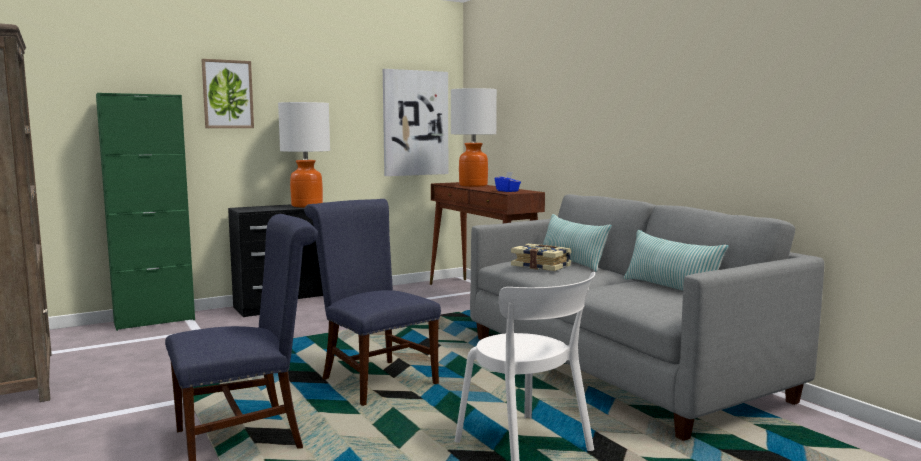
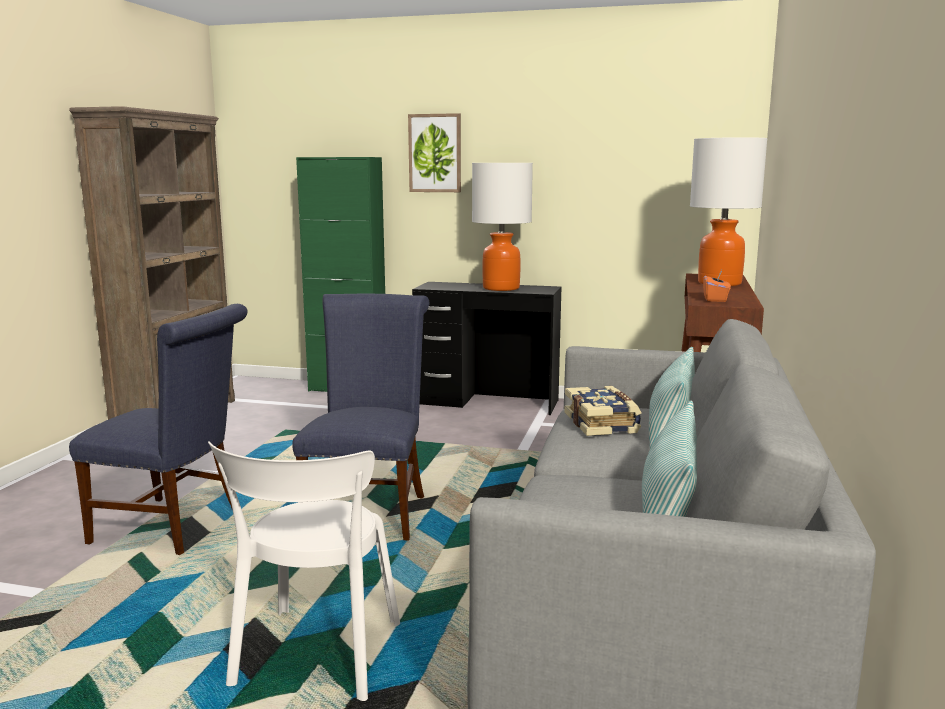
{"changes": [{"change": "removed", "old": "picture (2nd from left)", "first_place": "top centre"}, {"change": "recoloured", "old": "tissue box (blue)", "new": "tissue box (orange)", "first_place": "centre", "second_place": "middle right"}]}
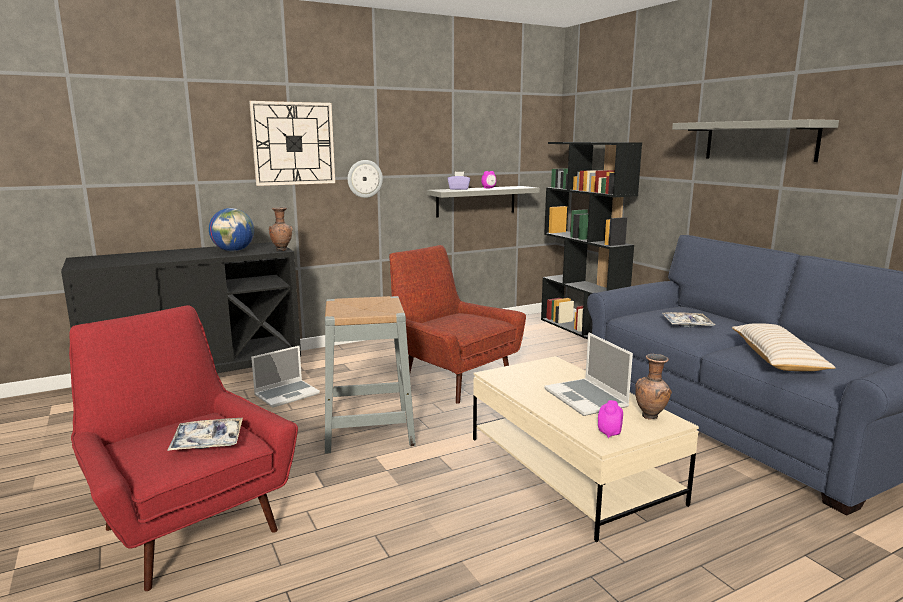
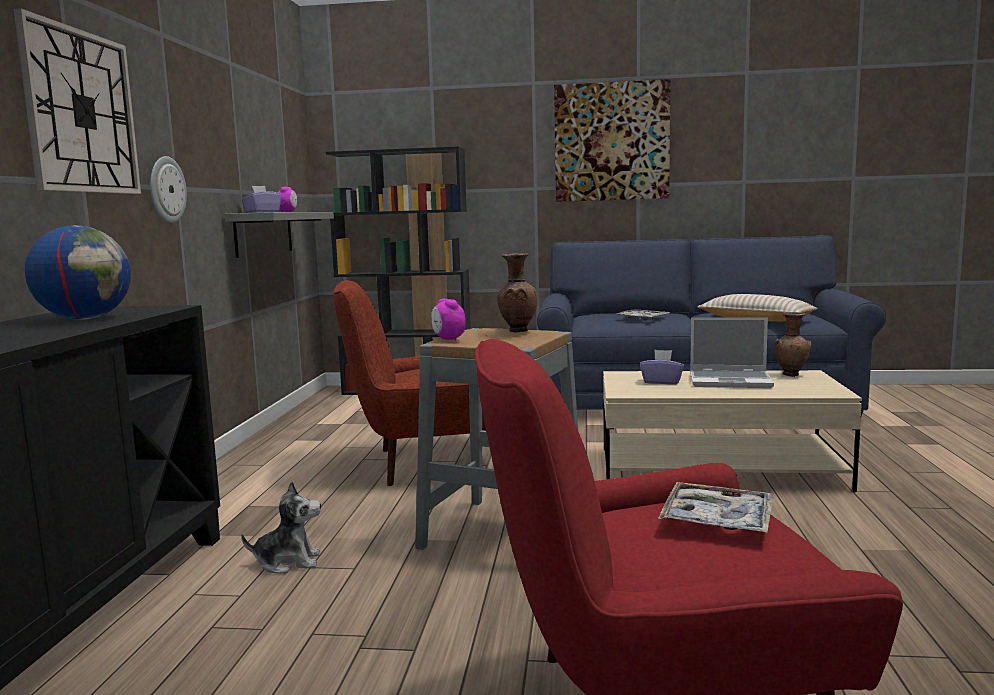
{"changes": [{"change": "replaced", "old": "shelf (grey) (2nd from left)", "new": "picture", "first_place": "top right", "second_place": "top centre"}, {"change": "moved", "old": "vase (brown) (1st from left)", "first_place": "middle left", "second_place": "centre"}, {"change": "replaced", "old": "laptop (1st from left)", "new": "plush toy", "first_place": "middle left", "second_place": "bottom left"}, {"change": "moved", "old": "alarm clock (2nd from left)", "first_place": "bottom right", "second_place": "centre"}, {"change": "added", "new": "tissue box (purple) (2nd from left)", "second_place": "centre"}]}
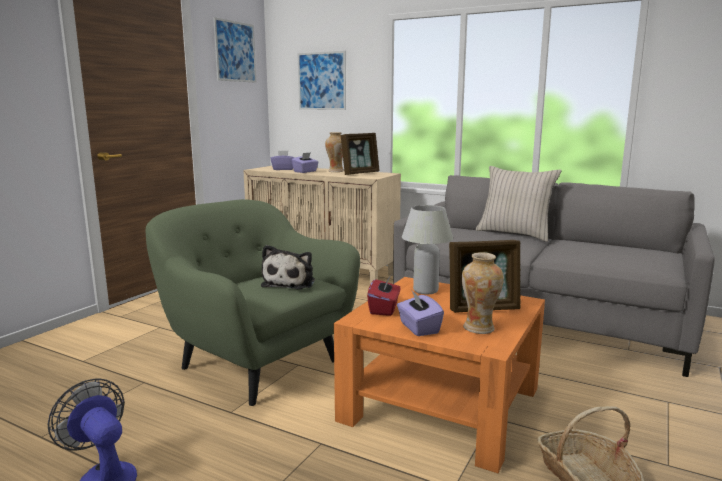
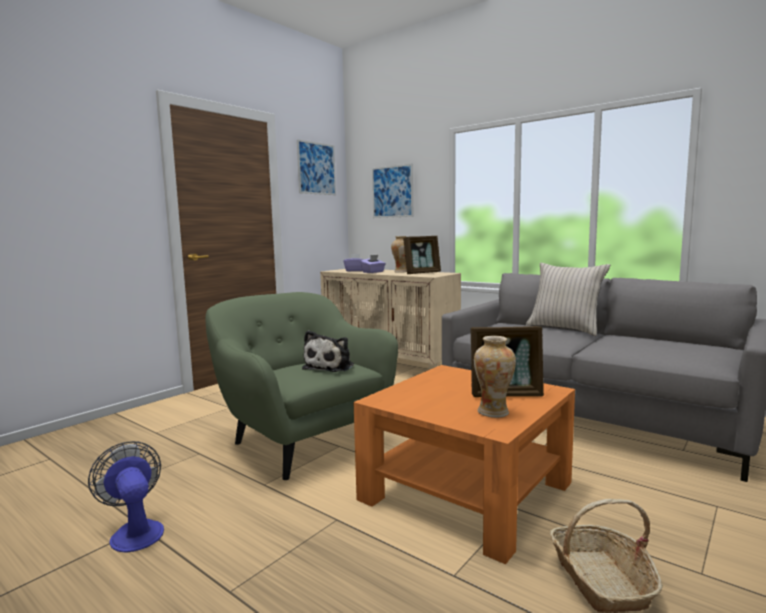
{"changes": [{"change": "removed", "old": "table lamp (white)", "first_place": "centre"}, {"change": "removed", "old": "tissue box (red)", "first_place": "centre"}, {"change": "removed", "old": "tissue box (purple) (3rd from left)", "first_place": "centre"}]}
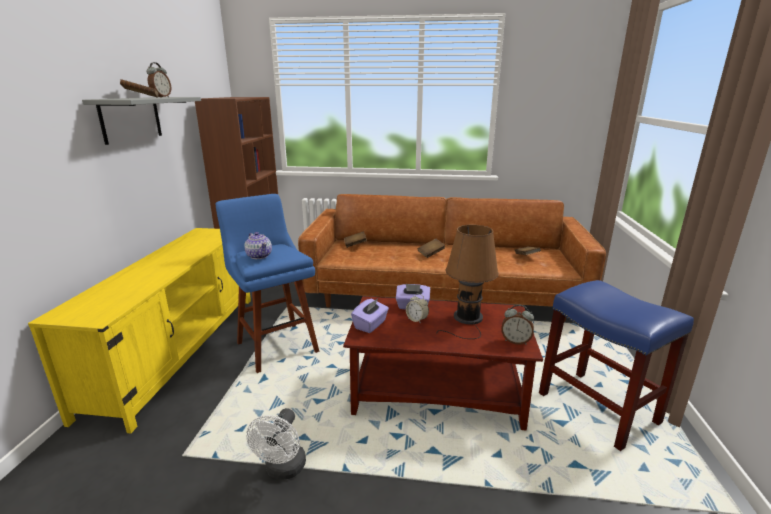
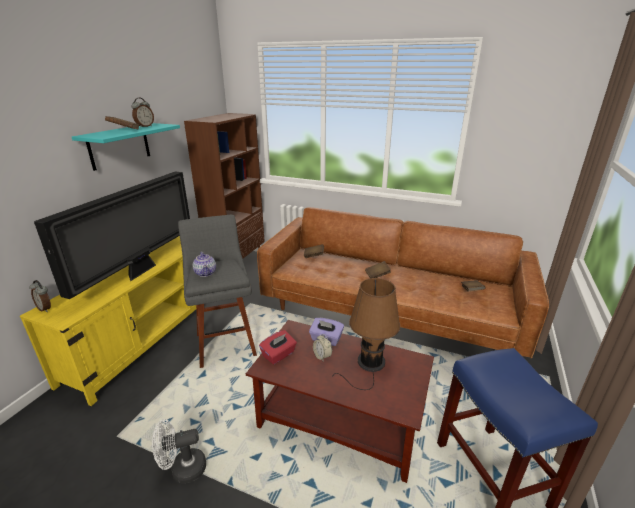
{"changes": [{"change": "recoloured", "old": "shelf (grey)", "new": "shelf (turquoise)", "first_place": "top left", "second_place": "top left"}, {"change": "recoloured", "old": "stool (blue) (1st from left)", "new": "stool (grey)", "first_place": "centre", "second_place": "centre"}, {"change": "recoloured", "old": "tissue box (purple) (1st from left)", "new": "tissue box (red)", "first_place": "centre", "second_place": "bottom centre"}, {"change": "moved", "old": "alarm clock (3rd from left in the first image)", "new": "alarm clock (1st from left)", "first_place": "middle right", "second_place": "middle left"}, {"change": "turned", "old": "fan (white)", "first_place": "bottom centre", "second_place": "bottom left", "degrees": 45}, {"change": "added", "new": "television", "second_place": "middle left"}]}
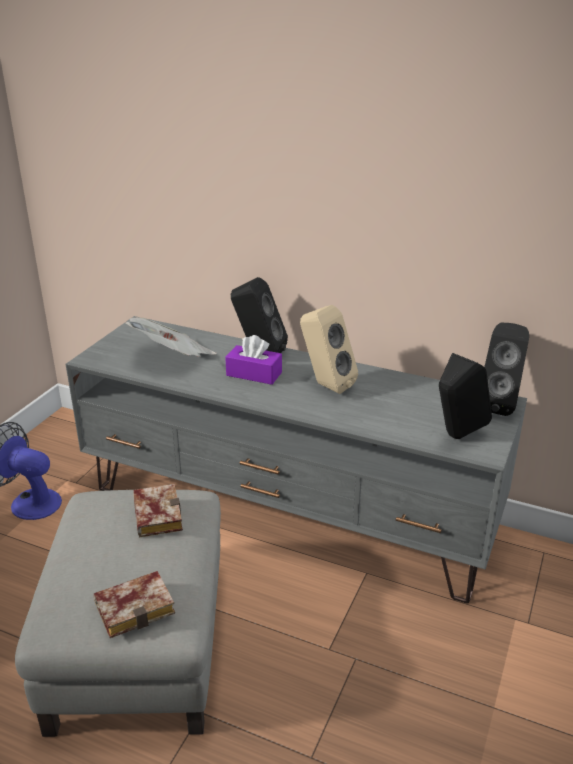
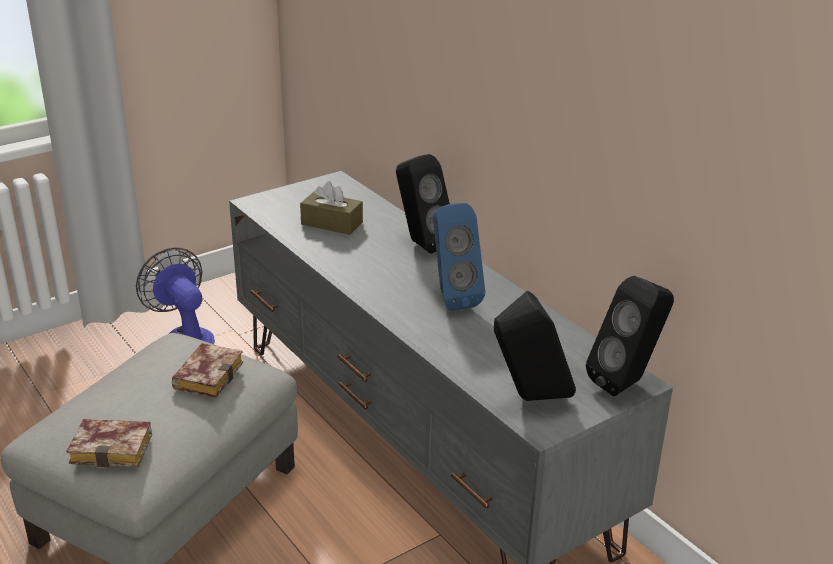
{"changes": [{"change": "recoloured", "old": "speaker (beige)", "new": "speaker (blue)", "first_place": "centre", "second_place": "centre"}, {"change": "replaced", "old": "newspaper", "new": "tissue box (brown)", "first_place": "middle left", "second_place": "centre"}, {"change": "removed", "old": "tissue box (purple)", "first_place": "centre"}]}
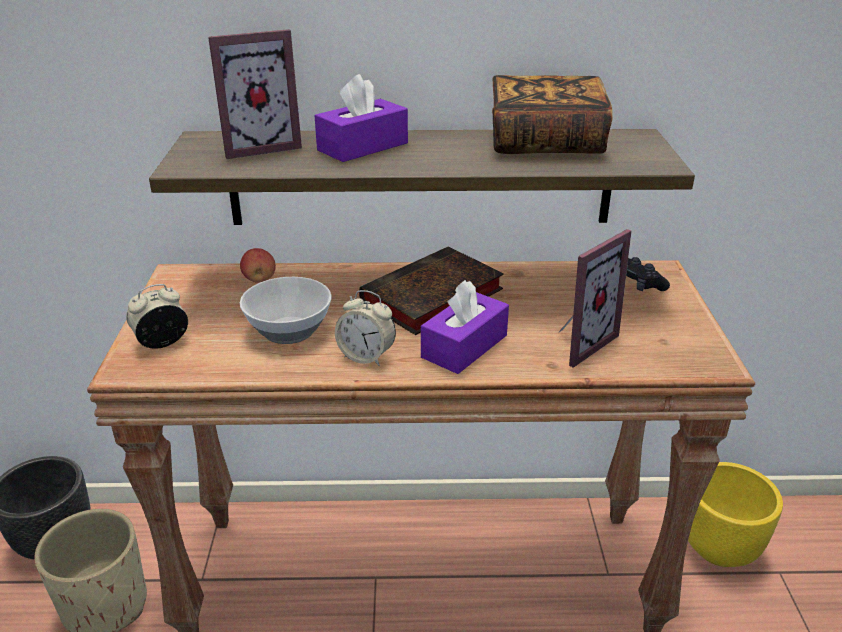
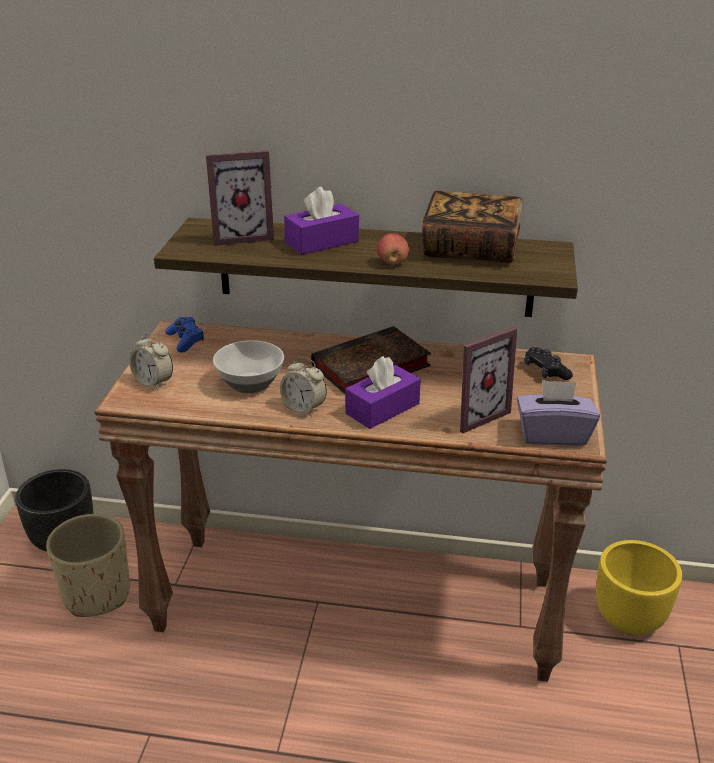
{"changes": [{"change": "moved", "old": "apple", "first_place": "middle left", "second_place": "top centre"}, {"change": "turned", "old": "alarm clock (1st from left)", "first_place": "middle left", "second_place": "middle left", "degrees": -120}, {"change": "added", "new": "game controller (blue)", "second_place": "middle left"}, {"change": "added", "new": "tissue box (purple) (3rd from left)", "second_place": "middle right"}]}
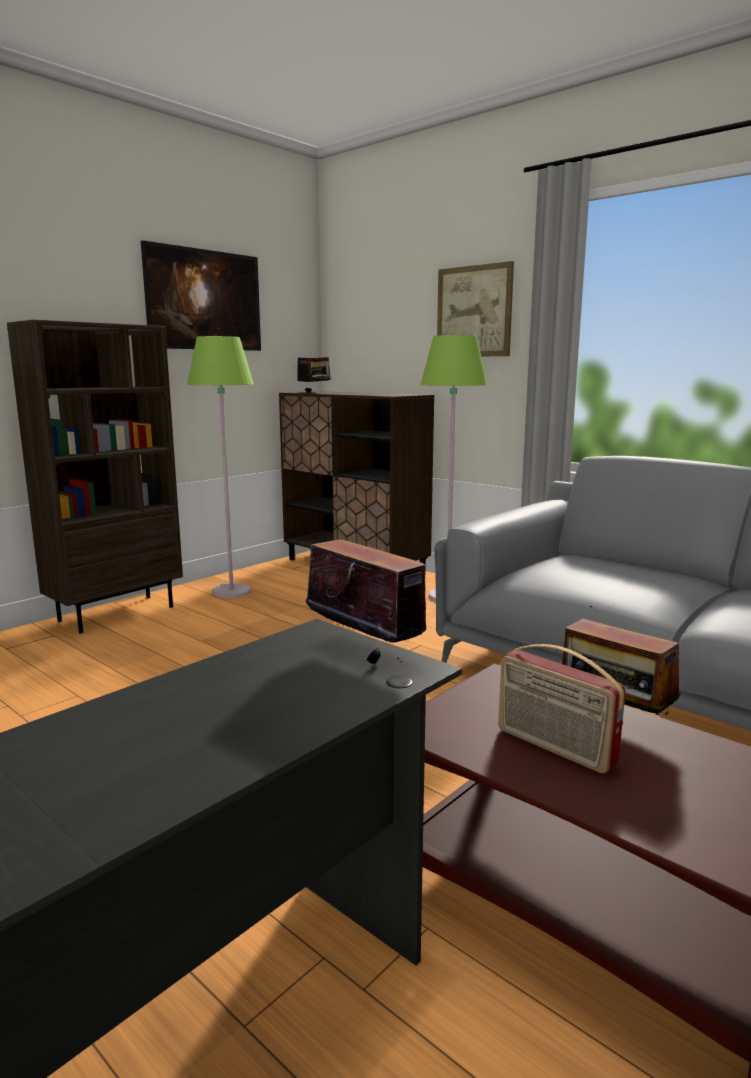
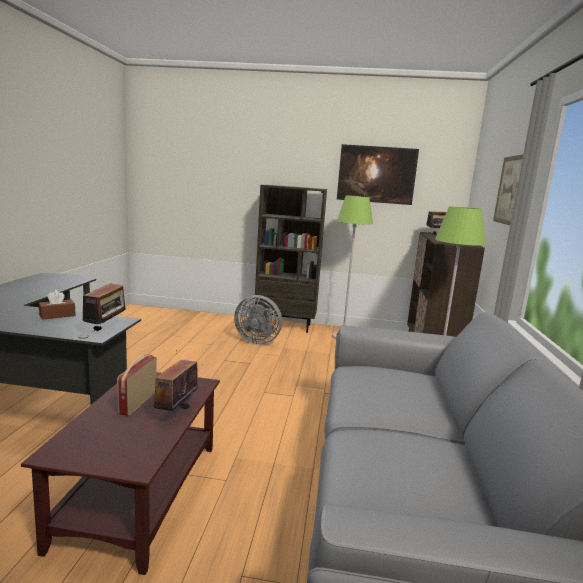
{"changes": [{"change": "added", "new": "tissue box (brown)", "second_place": "middle left"}, {"change": "added", "new": "fan (grey)", "second_place": "centre"}]}
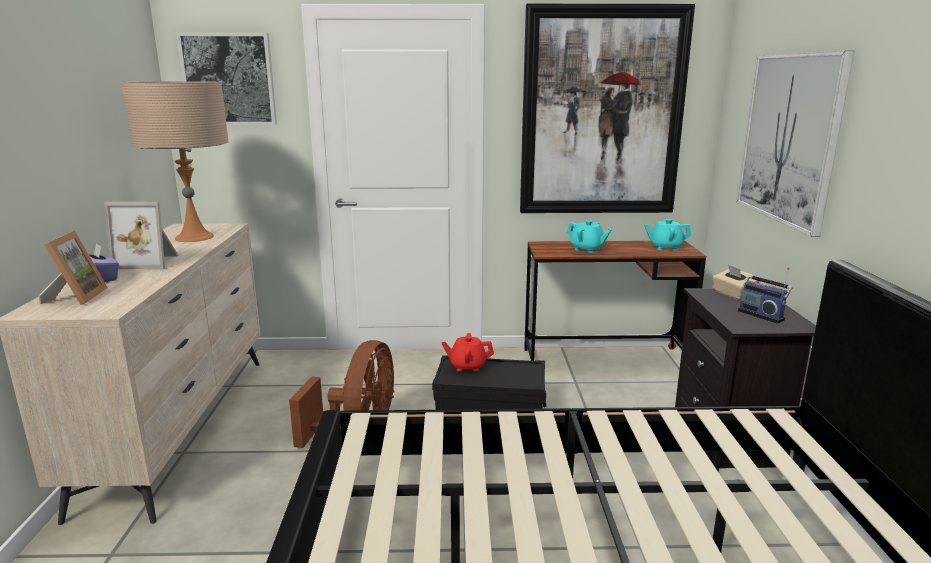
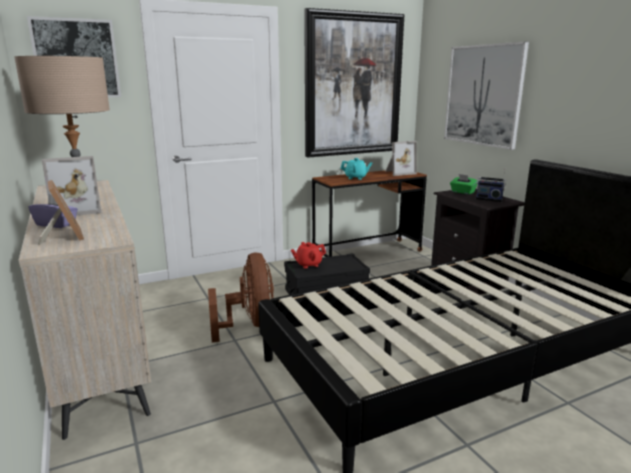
{"changes": [{"change": "replaced", "old": "teapot (turquoise) (2nd from left)", "new": "picture frame (3rd from left)", "first_place": "middle right", "second_place": "centre"}, {"change": "recoloured", "old": "tissue box (beige)", "new": "tissue box (green)", "first_place": "middle right", "second_place": "middle right"}]}
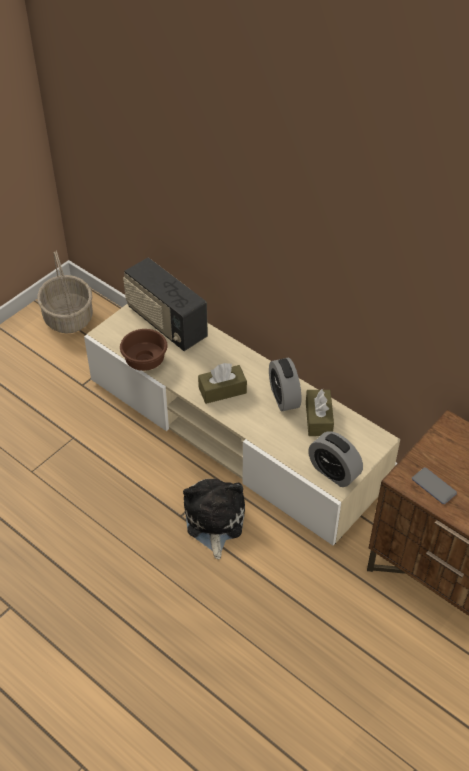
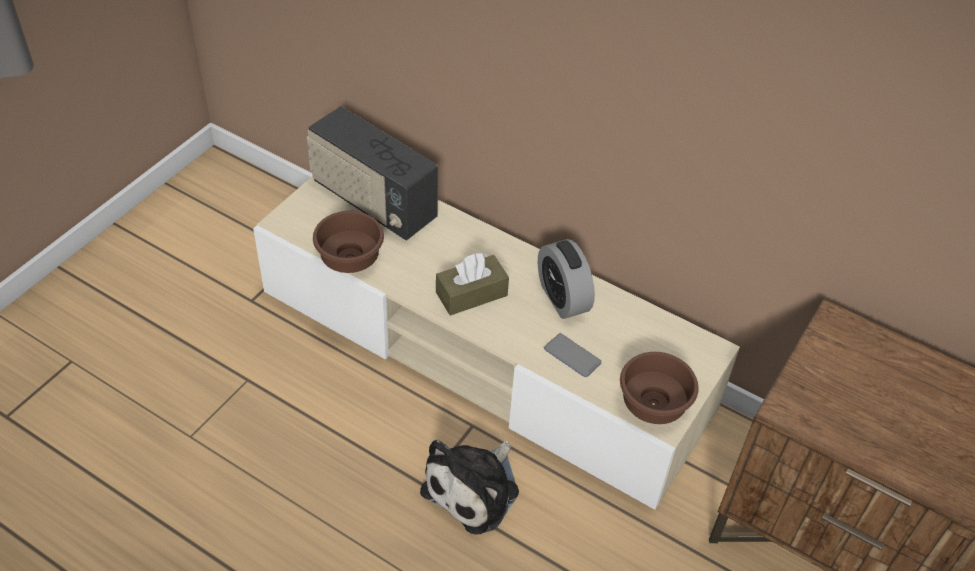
{"changes": [{"change": "removed", "old": "basket", "first_place": "middle left"}, {"change": "removed", "old": "tissue box (brown) (2nd from left)", "first_place": "middle right"}, {"change": "replaced", "old": "alarm clock (2nd from left)", "new": "bowl (brown) (2nd from left)", "first_place": "middle right", "second_place": "bottom right"}, {"change": "moved", "old": "phone", "first_place": "middle right", "second_place": "centre"}, {"change": "turned", "old": "plush toy", "first_place": "bottom centre", "second_place": "bottom centre", "degrees": -135}]}
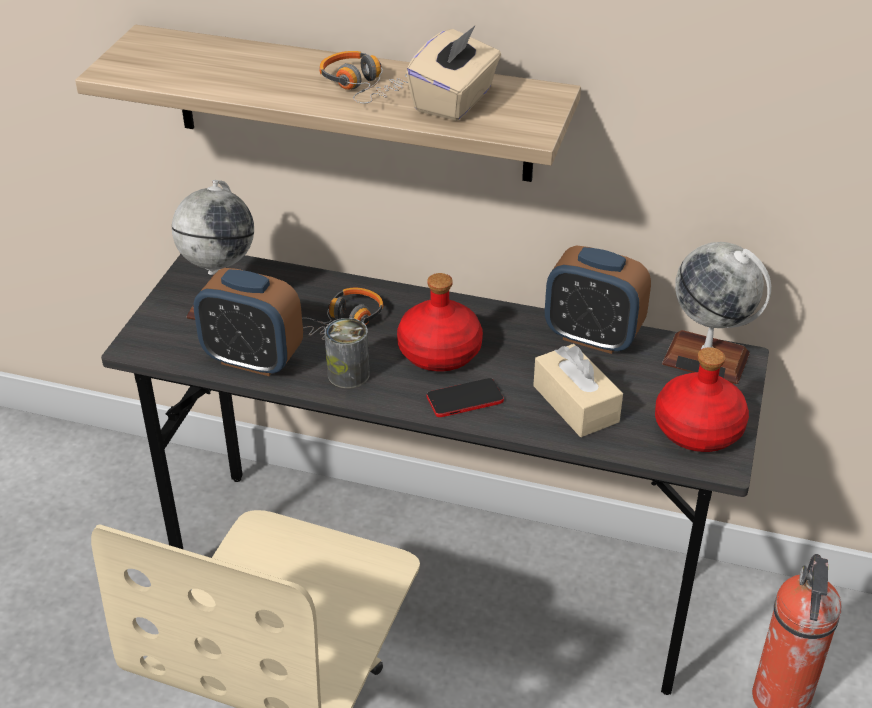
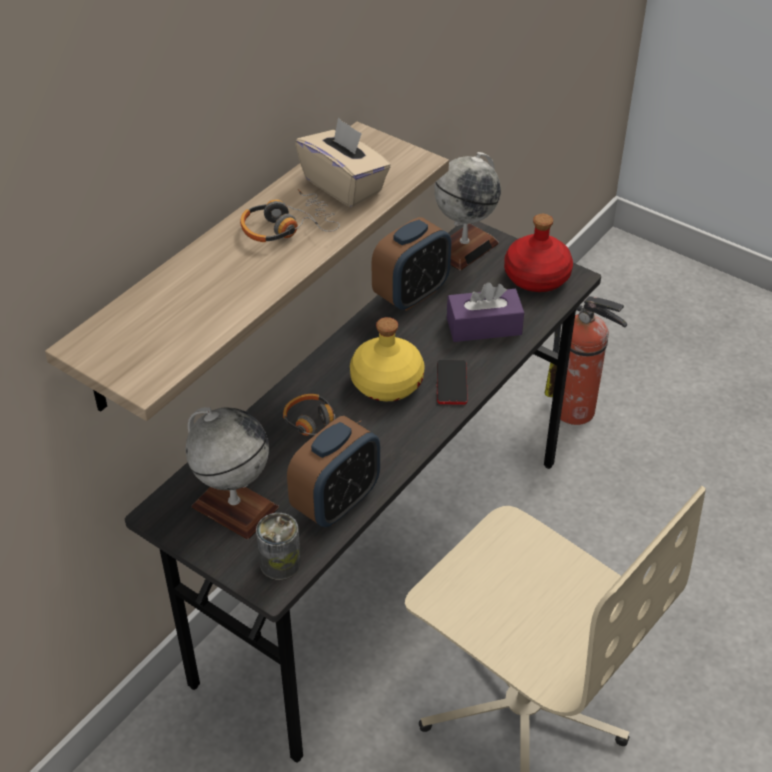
{"changes": [{"change": "recoloured", "old": "bottle (red) (1st from left)", "new": "bottle (yellow)", "first_place": "centre", "second_place": "centre"}, {"change": "moved", "old": "can", "first_place": "centre", "second_place": "bottom centre"}, {"change": "recoloured", "old": "tissue box (beige) (2nd from left)", "new": "tissue box (purple)", "first_place": "centre", "second_place": "centre"}]}
